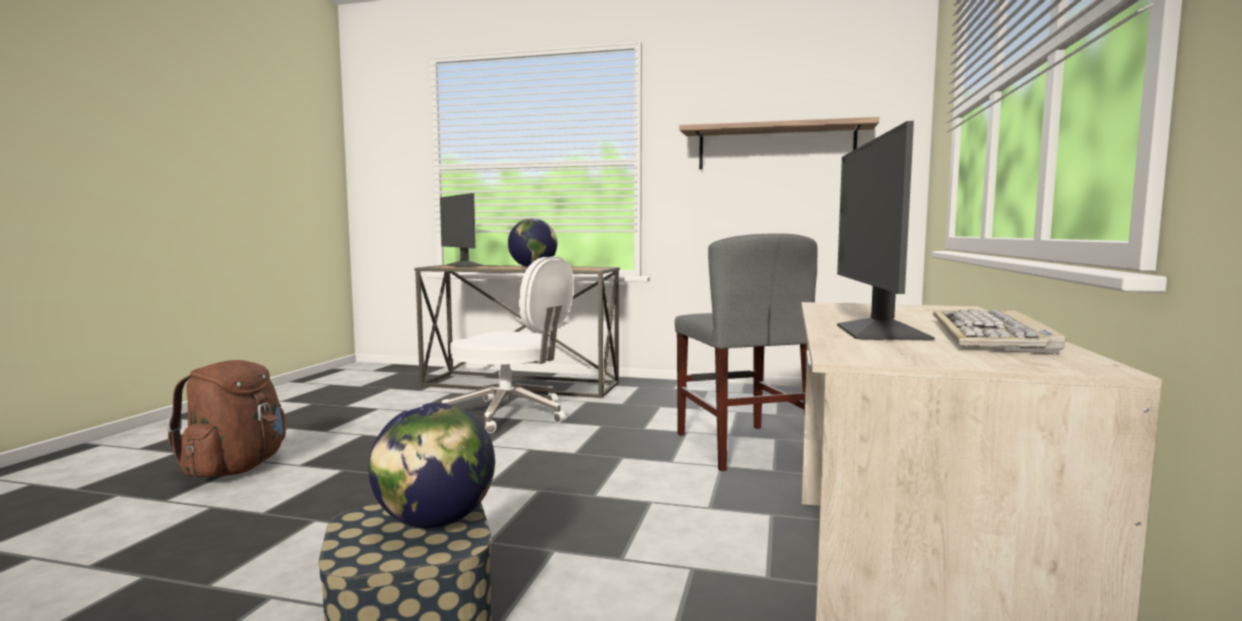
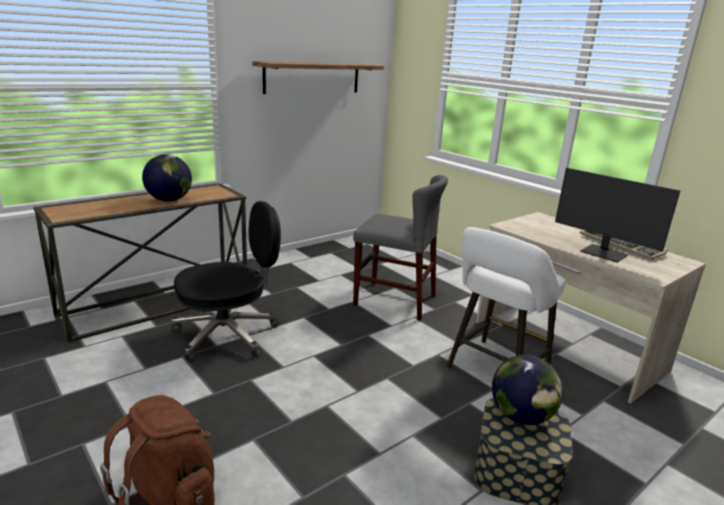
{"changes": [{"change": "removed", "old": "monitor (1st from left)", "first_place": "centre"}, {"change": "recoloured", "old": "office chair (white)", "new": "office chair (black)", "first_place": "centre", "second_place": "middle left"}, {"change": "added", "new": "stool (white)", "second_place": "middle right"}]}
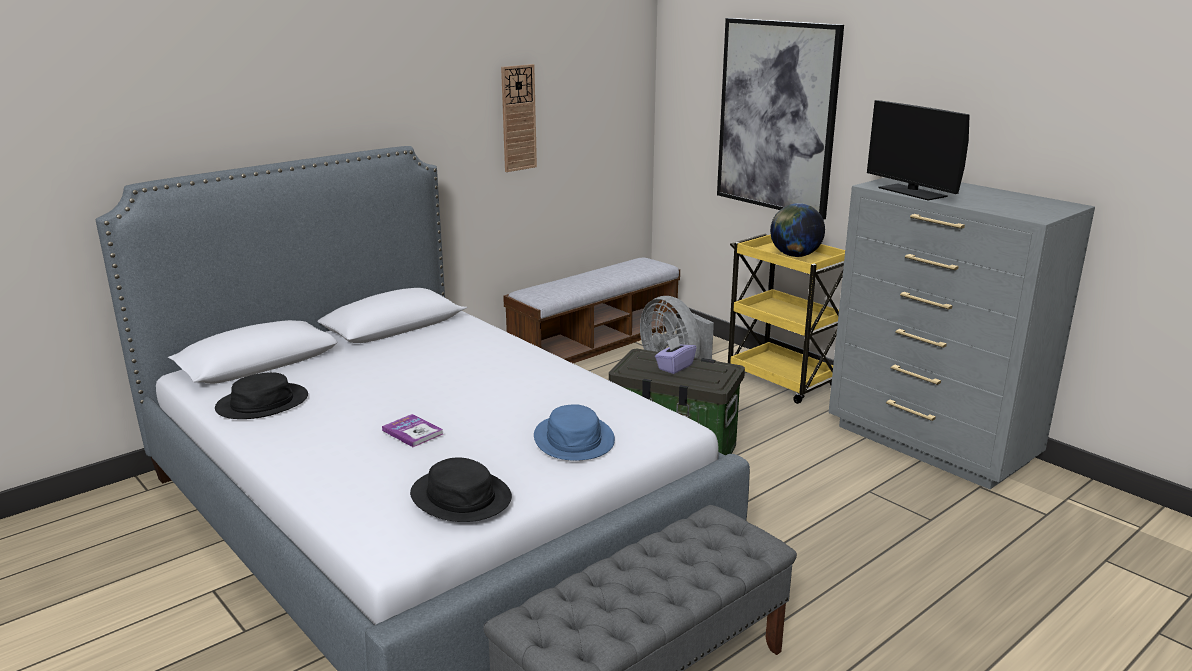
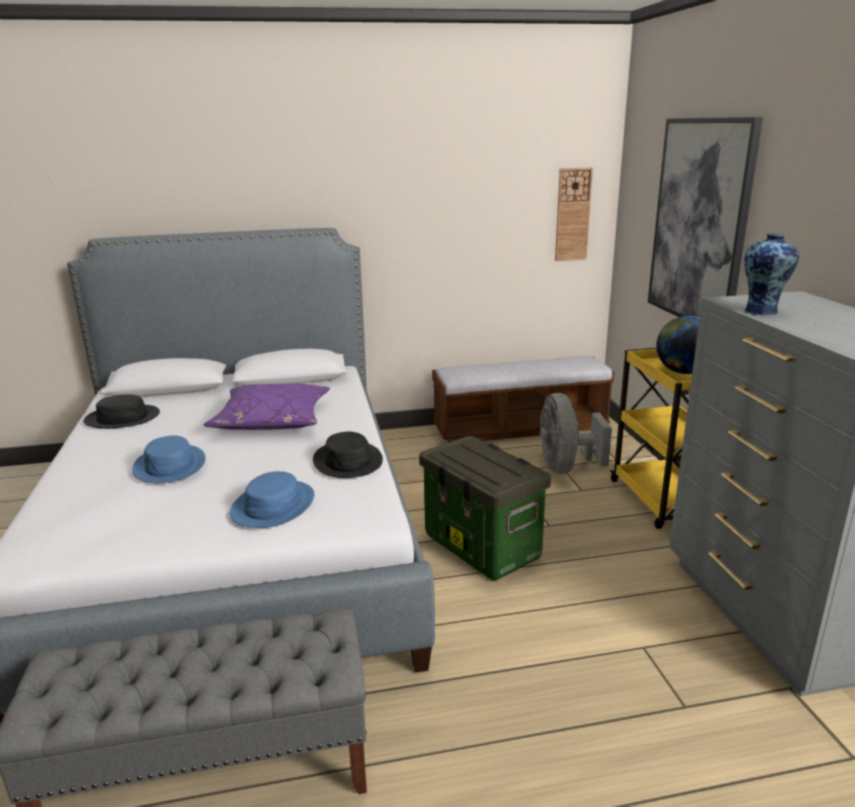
{"changes": [{"change": "moved", "old": "wall clock", "first_place": "top centre", "second_place": "top right"}, {"change": "replaced", "old": "monitor", "new": "vase", "first_place": "top right", "second_place": "middle right"}, {"change": "removed", "old": "tissue box (purple)", "first_place": "centre"}, {"change": "replaced", "old": "book", "new": "hat (blue) (1st from left)", "first_place": "centre", "second_place": "middle left"}, {"change": "moved", "old": "hat (black) (2nd from left)", "first_place": "bottom centre", "second_place": "centre"}, {"change": "added", "new": "pillow (purple)", "second_place": "middle left"}]}
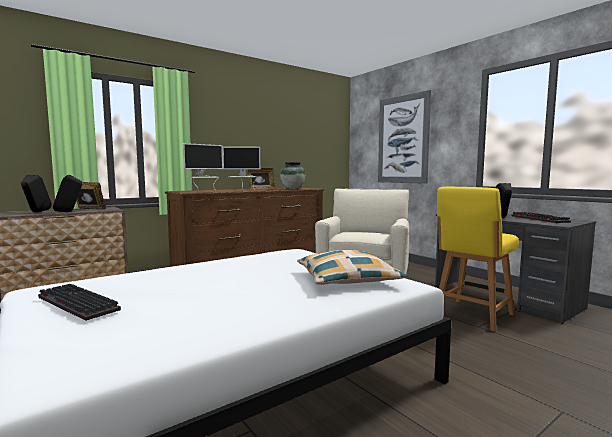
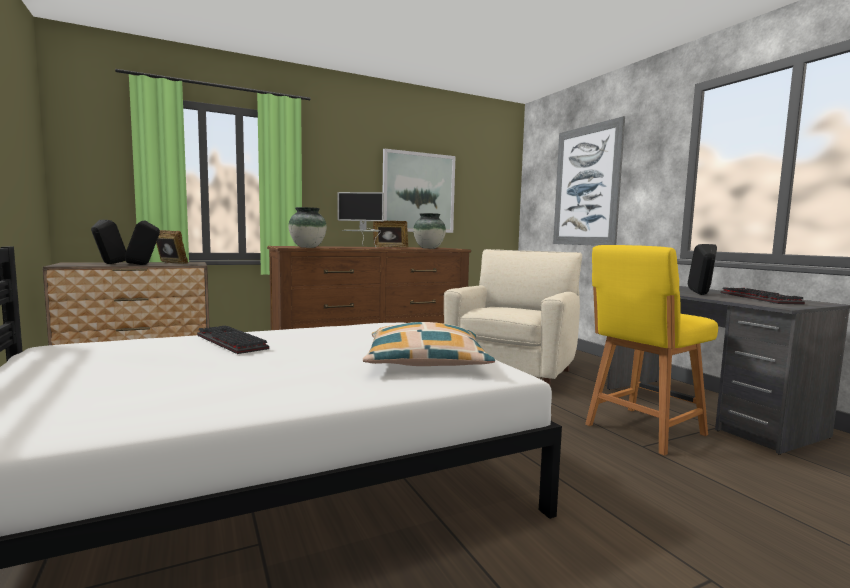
{"changes": [{"change": "replaced", "old": "monitor (1st from left)", "new": "vase (1st from left)", "first_place": "middle left", "second_place": "centre"}, {"change": "moved", "old": "keyboard (1st from left)", "first_place": "bottom left", "second_place": "middle left"}, {"change": "added", "new": "picture (1st from left)", "second_place": "top centre"}]}
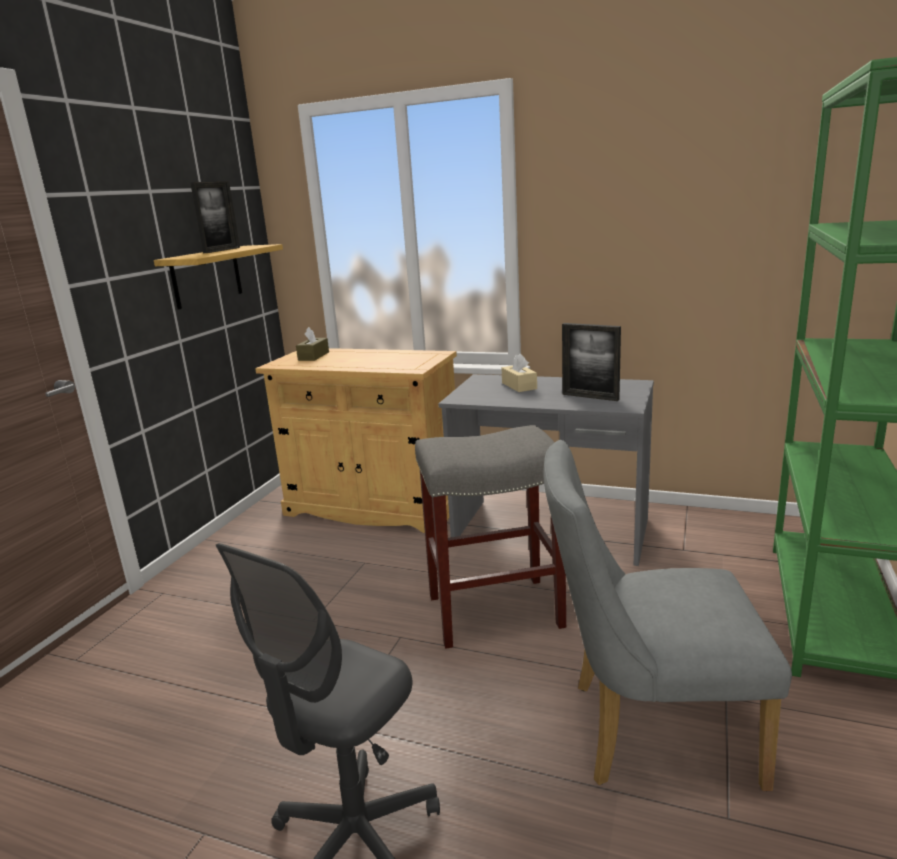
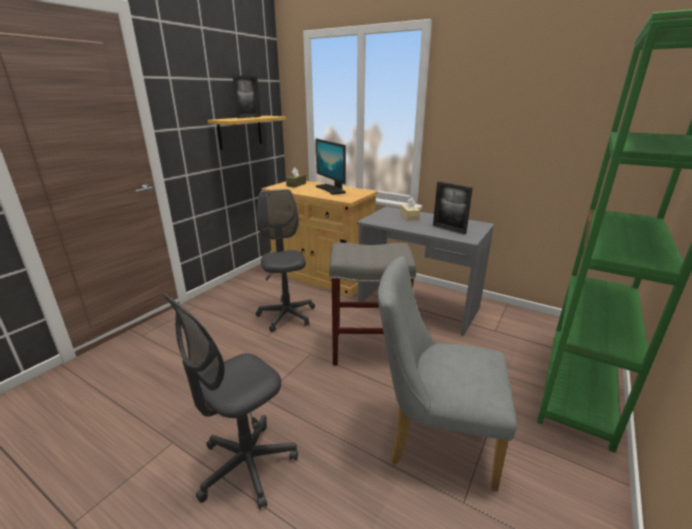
{"changes": [{"change": "added", "new": "monitor", "second_place": "top centre"}, {"change": "added", "new": "office chair (grey) (2nd from left)", "second_place": "centre"}]}
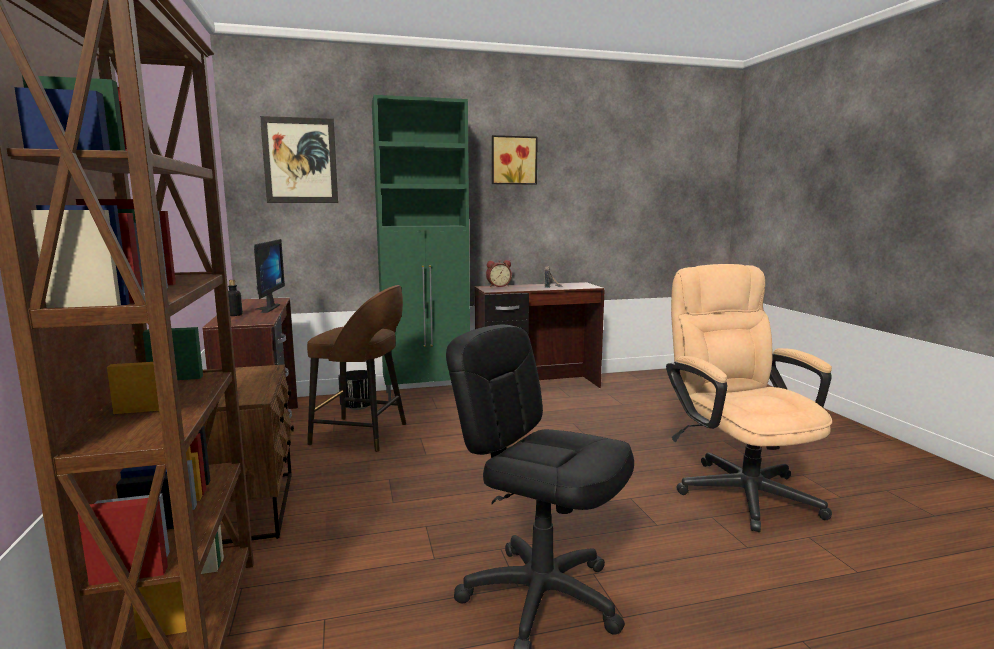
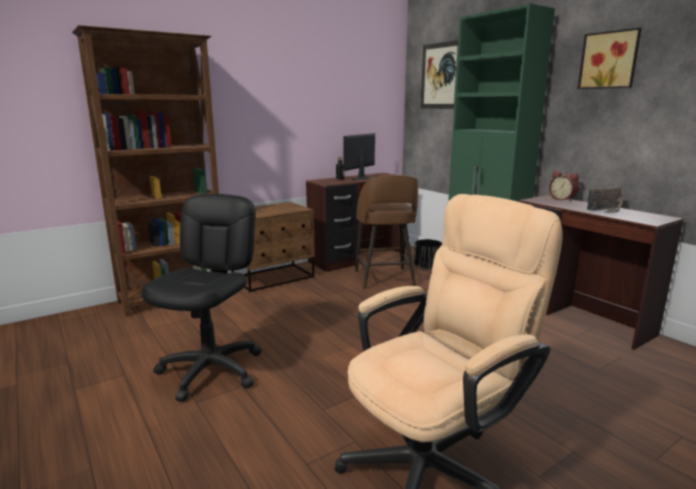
{"changes": [{"change": "turned", "old": "monitor", "first_place": "middle left", "second_place": "top centre", "degrees": 150}]}
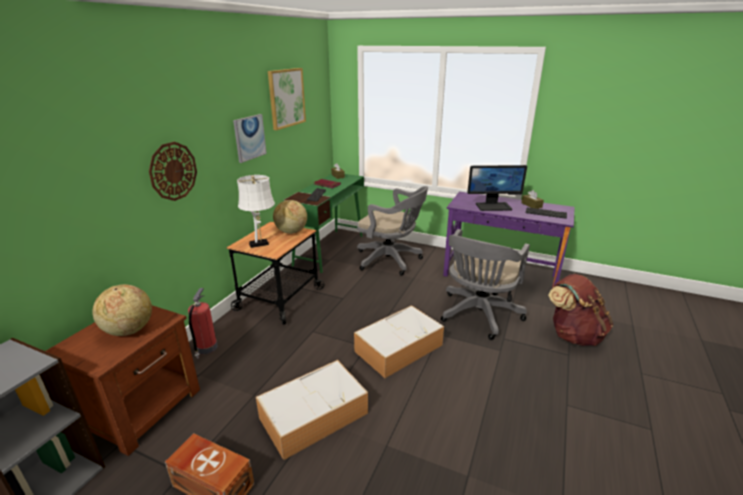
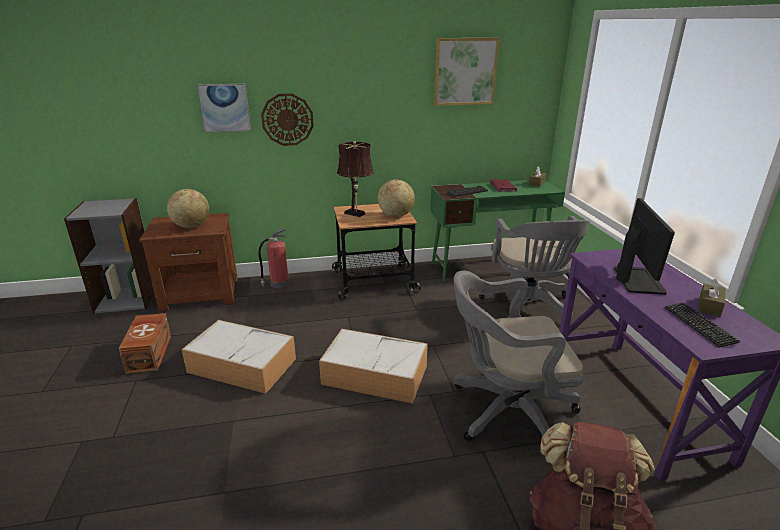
{"changes": [{"change": "moved", "old": "picture (1st from left)", "first_place": "top centre", "second_place": "top left"}, {"change": "turned", "old": "monitor", "first_place": "middle right", "second_place": "middle right", "degrees": -135}, {"change": "recoloured", "old": "table lamp (white)", "new": "table lamp (brown)", "first_place": "centre", "second_place": "centre"}]}
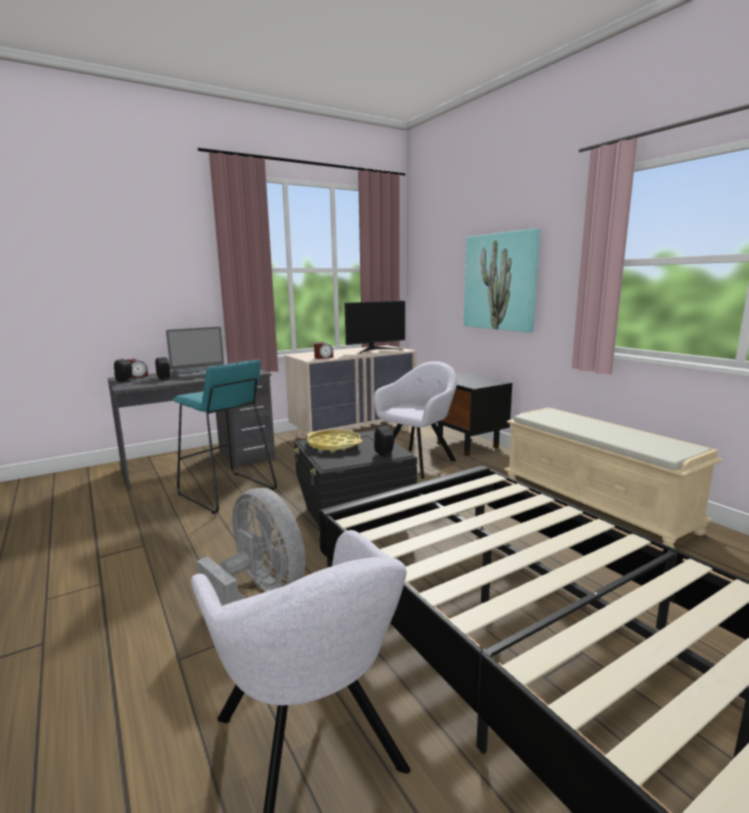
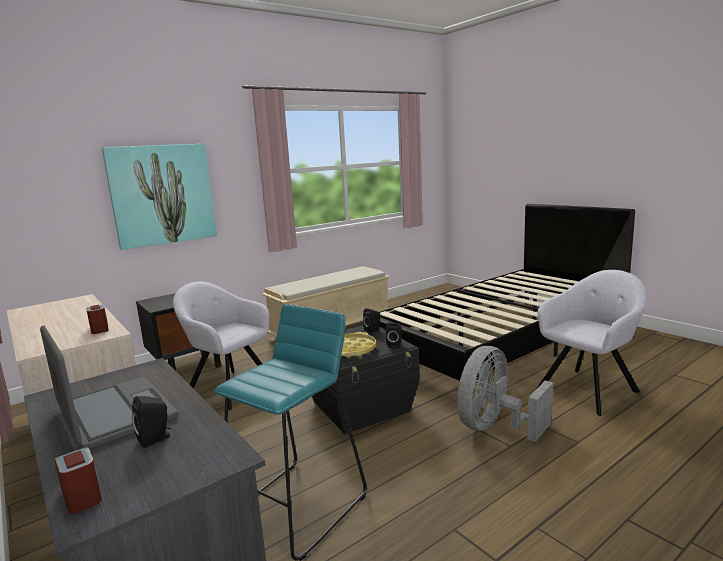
{"changes": [{"change": "removed", "old": "monitor", "first_place": "centre"}, {"change": "moved", "old": "speaker (black) (1st from left in the first image)", "new": "speaker (black) (3rd from left)", "first_place": "middle left", "second_place": "centre"}]}
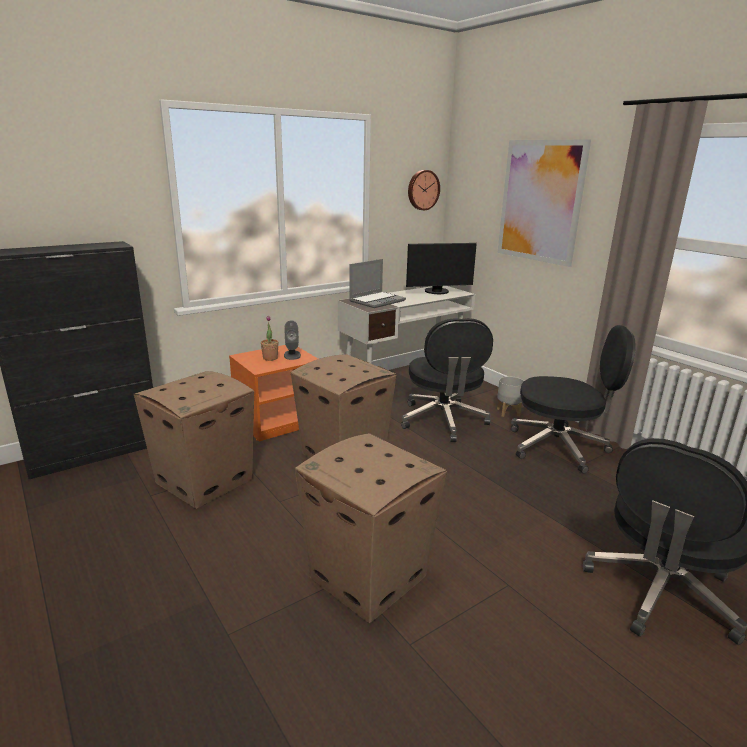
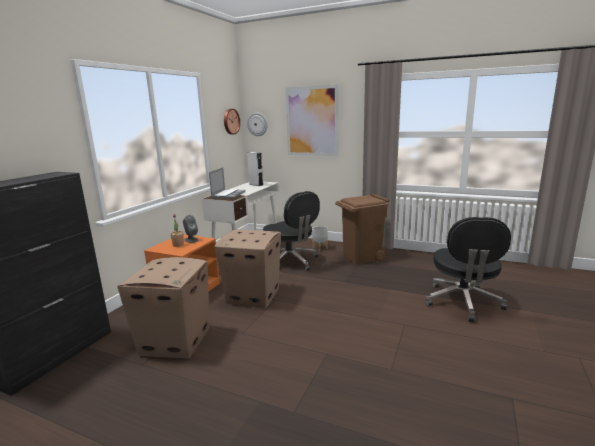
{"changes": [{"change": "replaced", "old": "monitor", "new": "speaker (grey) (2nd from left)", "first_place": "centre", "second_place": "centre"}, {"change": "replaced", "old": "office chair (black) (2nd from left)", "new": "trash can (brown)", "first_place": "middle right", "second_place": "centre"}, {"change": "removed", "old": "cardboard box (3rd from left)", "first_place": "bottom centre"}, {"change": "added", "new": "wall clock (2nd from left)", "second_place": "top centre"}]}
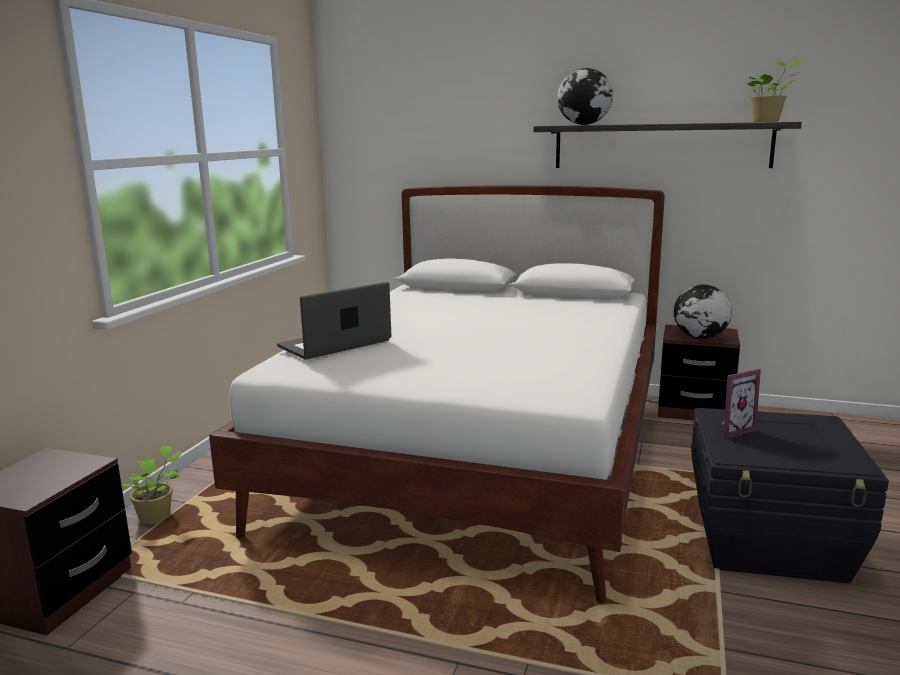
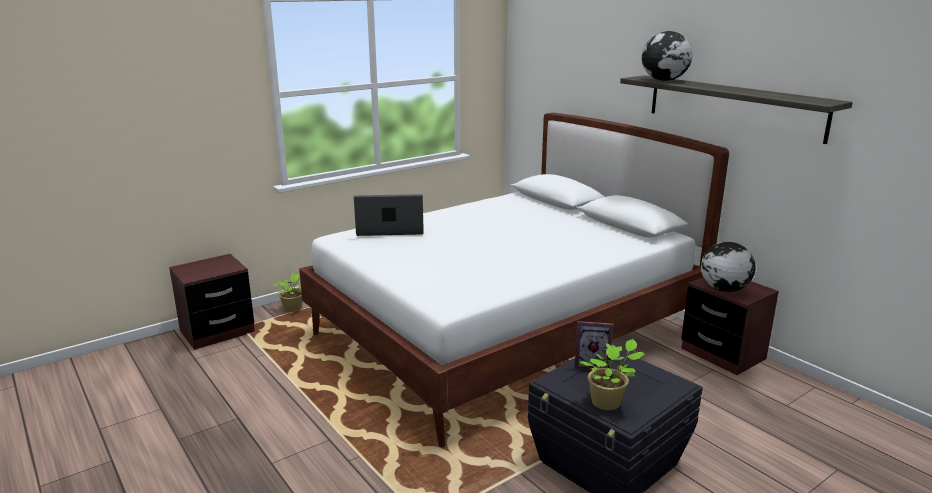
{"changes": [{"change": "moved", "old": "potted plant (2nd from left)", "first_place": "top right", "second_place": "bottom centre"}]}
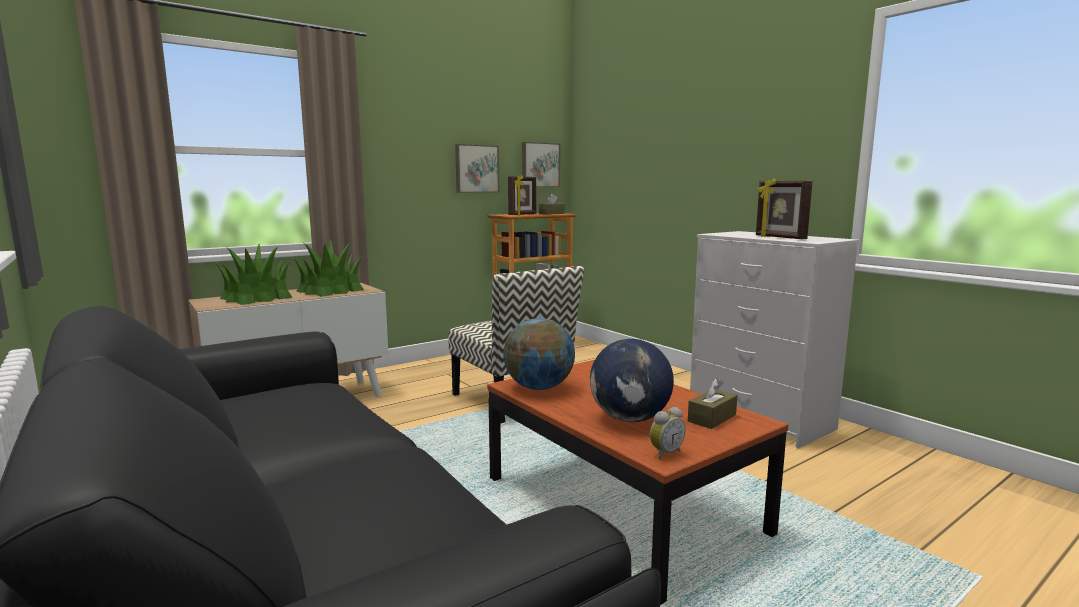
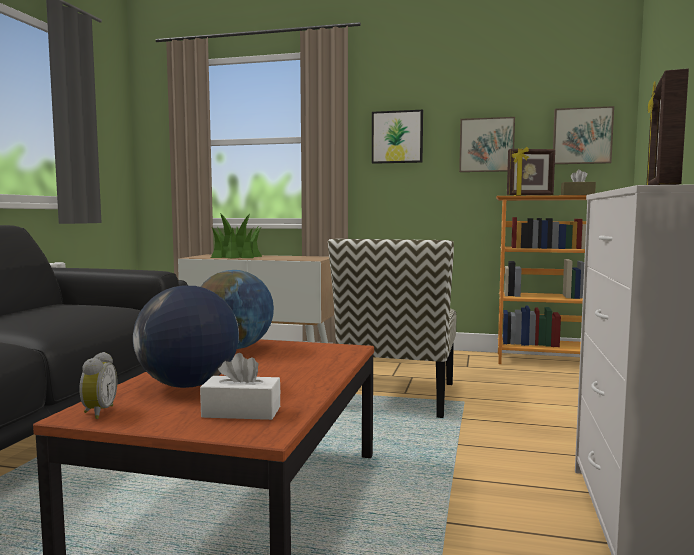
{"changes": [{"change": "removed", "old": "potted plant (2nd from left)", "first_place": "middle left"}, {"change": "recoloured", "old": "tissue box (brown) (2nd from left)", "new": "tissue box (white)", "first_place": "centre", "second_place": "bottom centre"}, {"change": "turned", "old": "alarm clock", "first_place": "bottom centre", "second_place": "bottom left", "degrees": -105}, {"change": "added", "new": "picture (1st from left)", "second_place": "top centre"}]}
